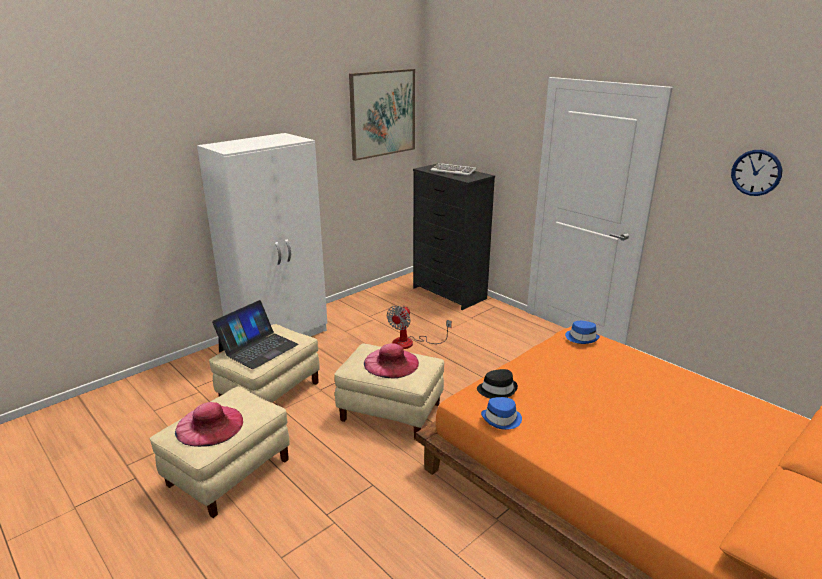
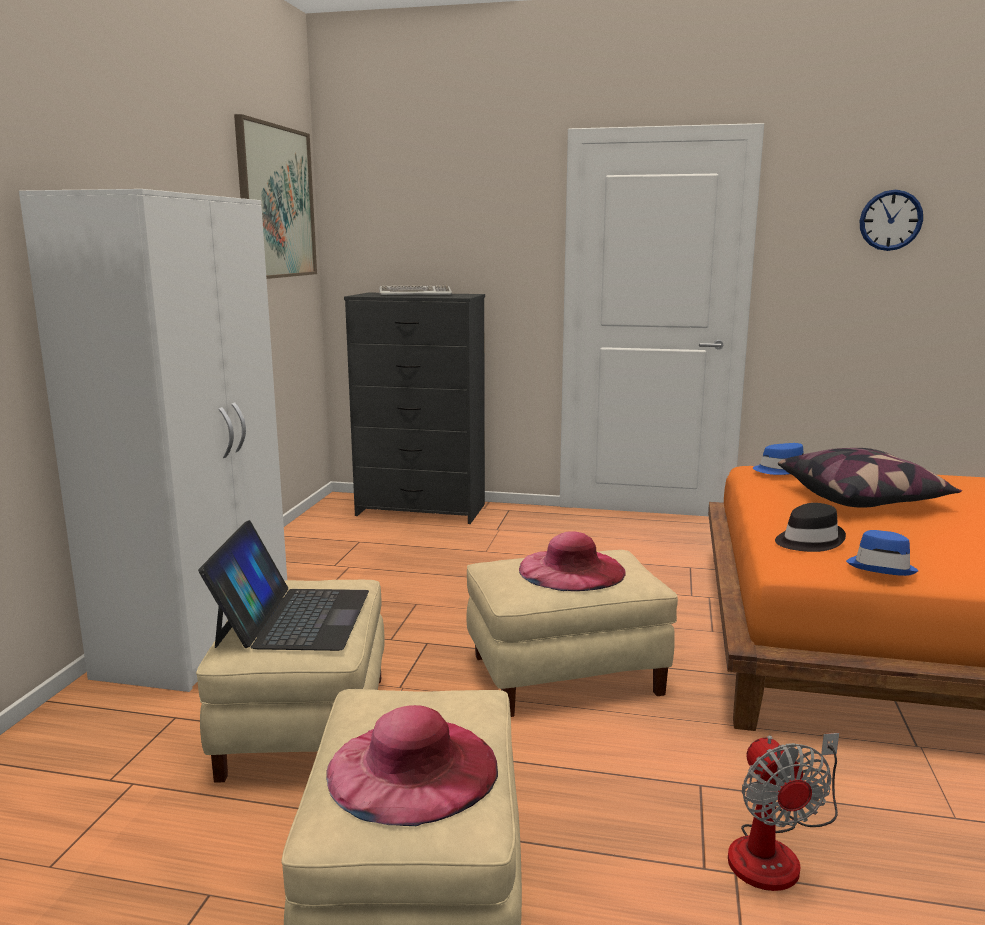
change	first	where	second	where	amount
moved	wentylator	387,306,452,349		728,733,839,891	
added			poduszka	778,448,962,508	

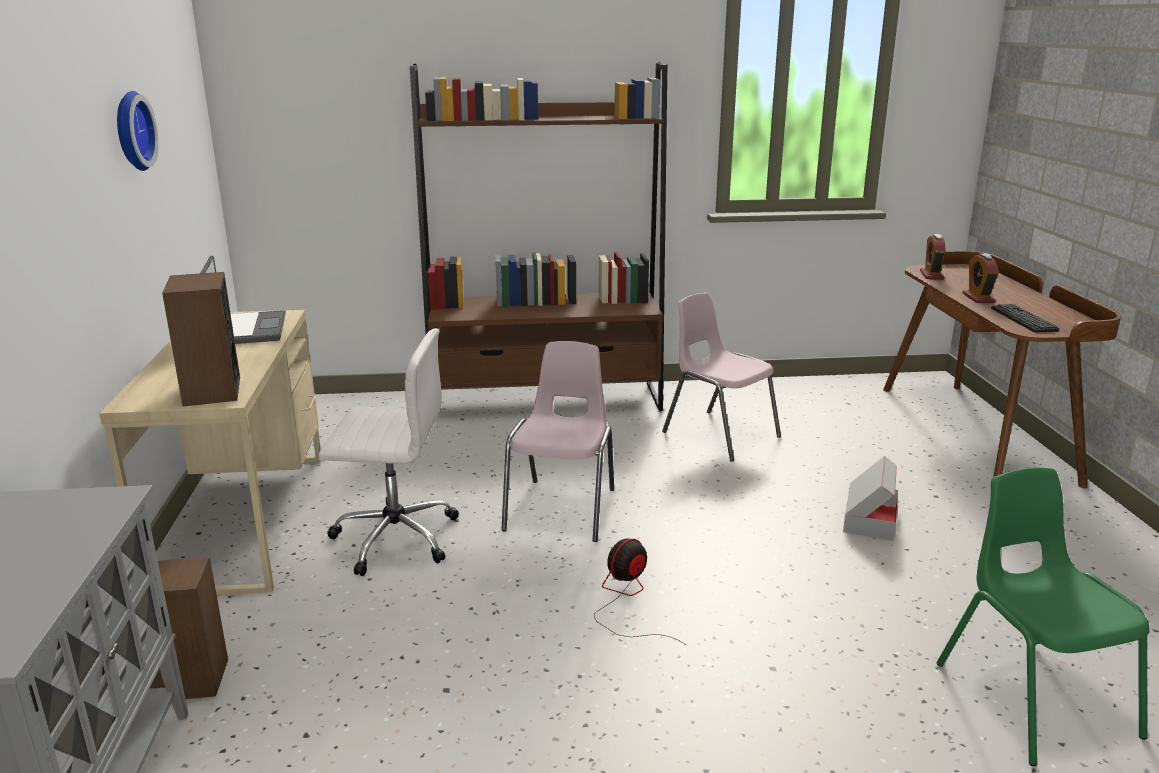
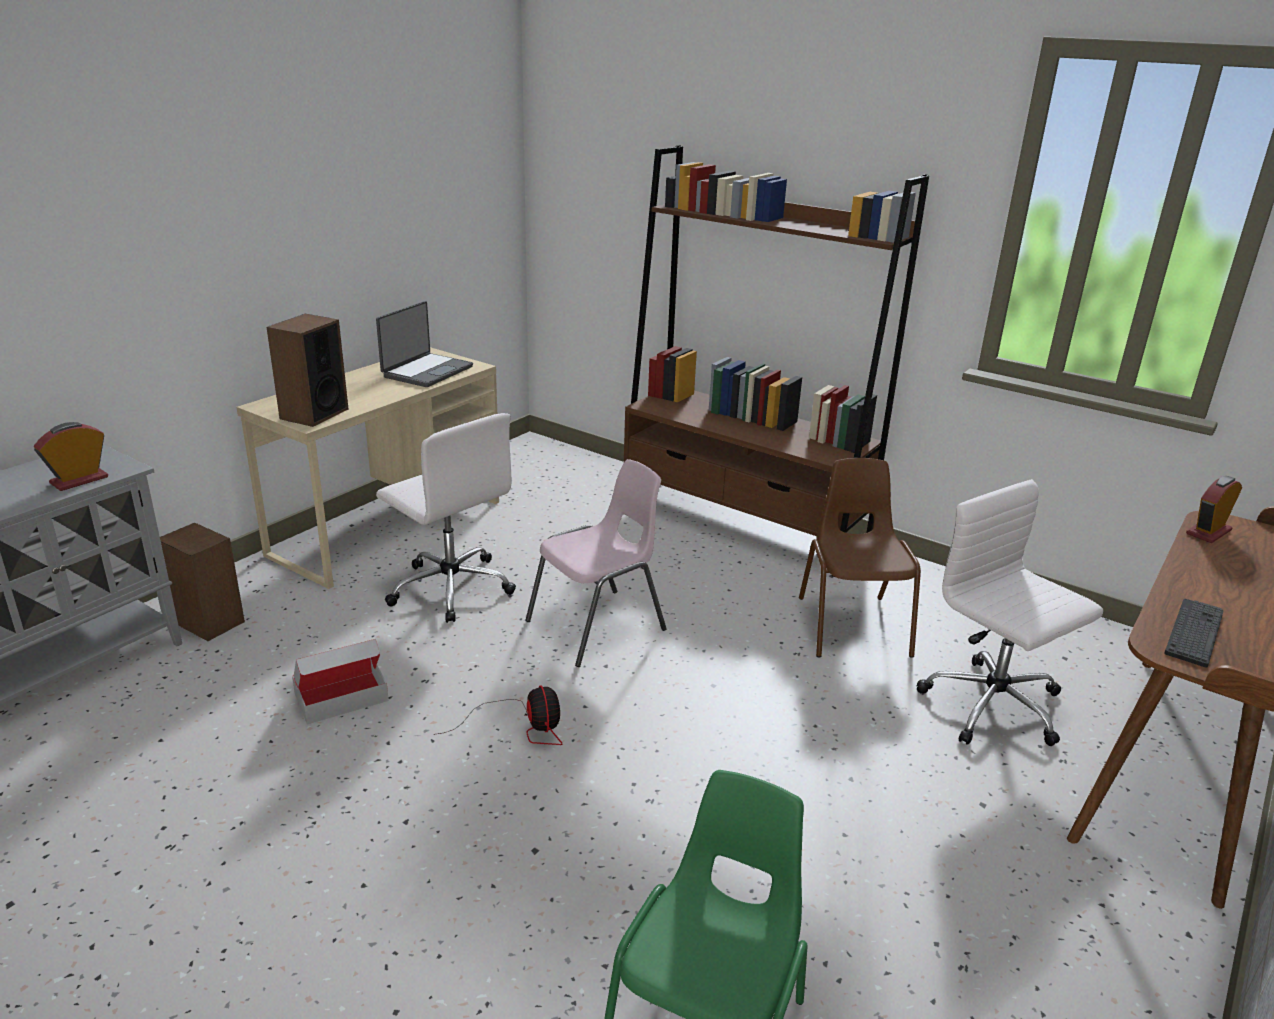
change	first	where	second	where	amount
removed	zegar ścienny	117,91,159,171			
turned	wentylator	594,539,687,646		433,685,562,745	75 degrees clockwise
recoloured	krzesło [różowy]	662,293,781,462	krzesło [brązowy]	799,458,921,658	
moved	karton	843,456,898,541		292,639,389,724	
moved	budzik	962,253,999,303		34,422,108,491	
added			krzesło biurowe [biały]	917,479,1103,746	

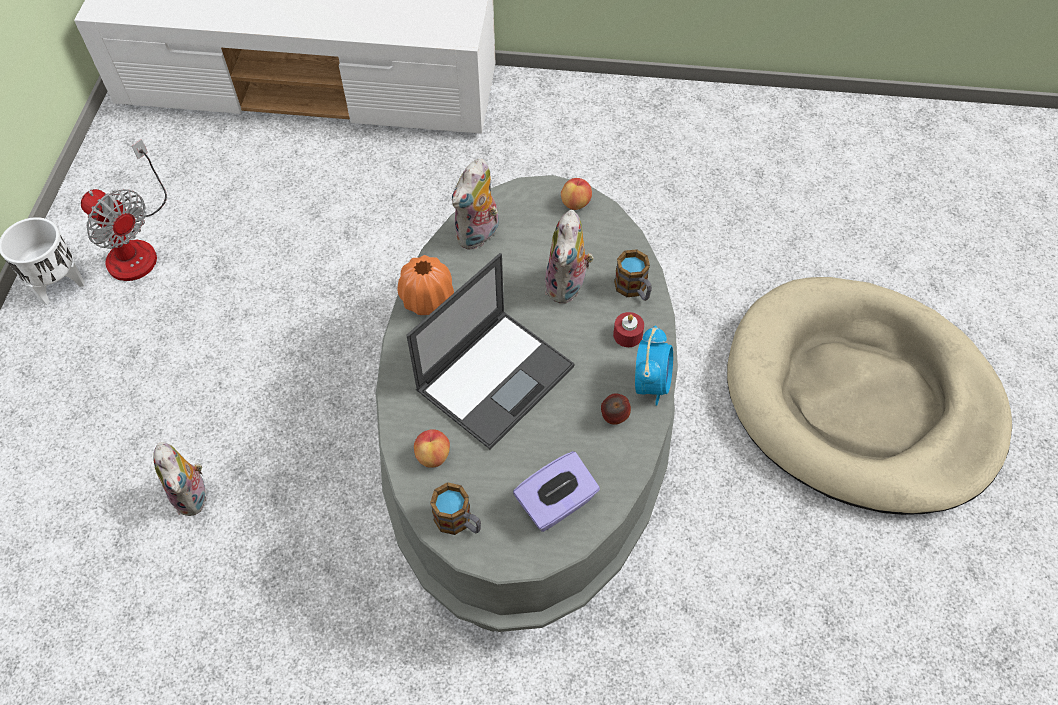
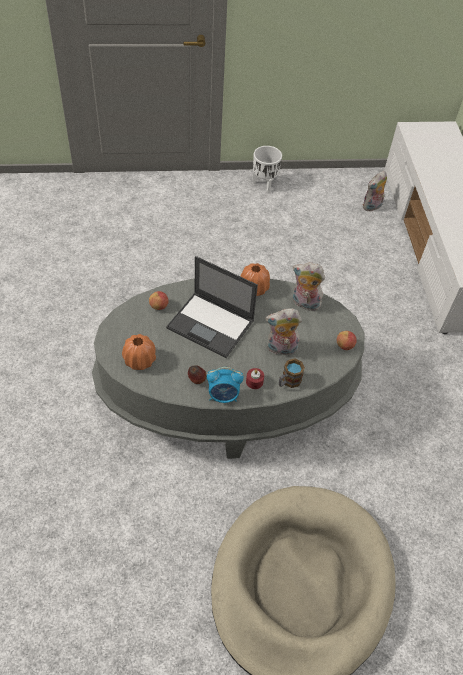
change	first	where	second	where	amount
removed	wentylator	81,139,167,281			
moved	pluszak	153,442,207,516		362,171,387,211	
removed	kubek	430,482,481,535			
replaced	pudełko chusteczek [fioletowy]	513,451,600,532	wazon [pomarańczowy]	122,334,156,370	

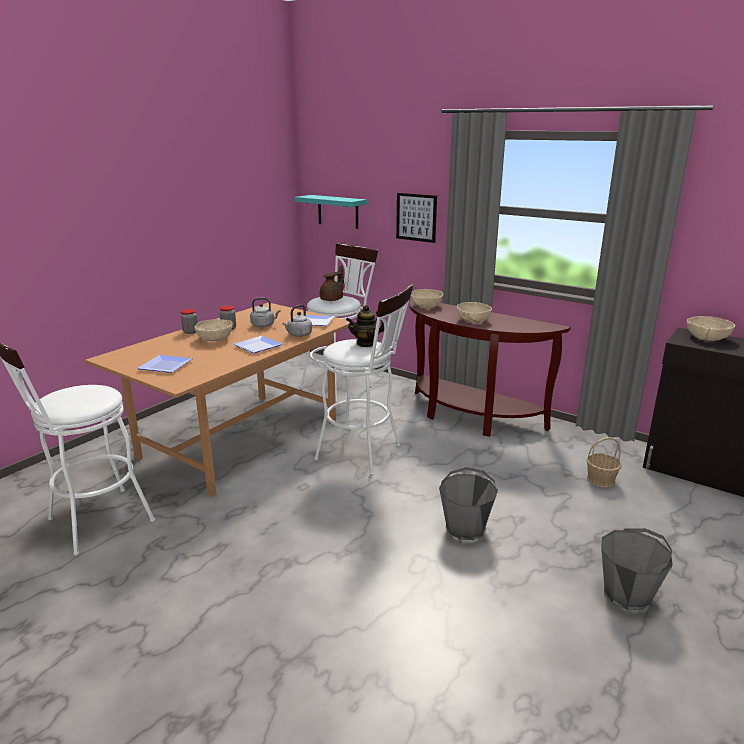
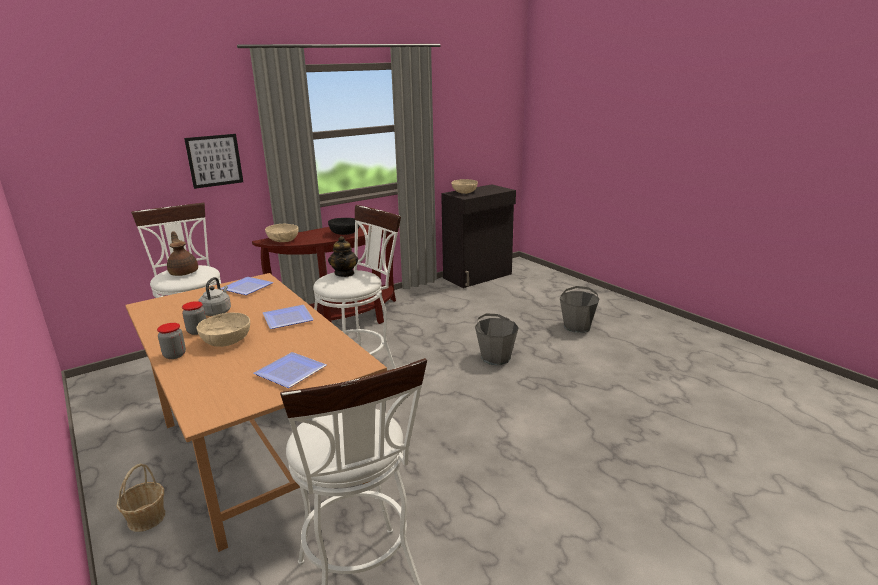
change	first	where	second	where	amount
removed	czajnik [szary]	282,305,312,337			
removed	półka [turkusowy]	294,195,367,229			
recoloured	miska [beżowy]	457,302,492,323	miska [czarny]	328,218,360,235	
moved	koszyk	586,437,622,487		117,463,165,532	

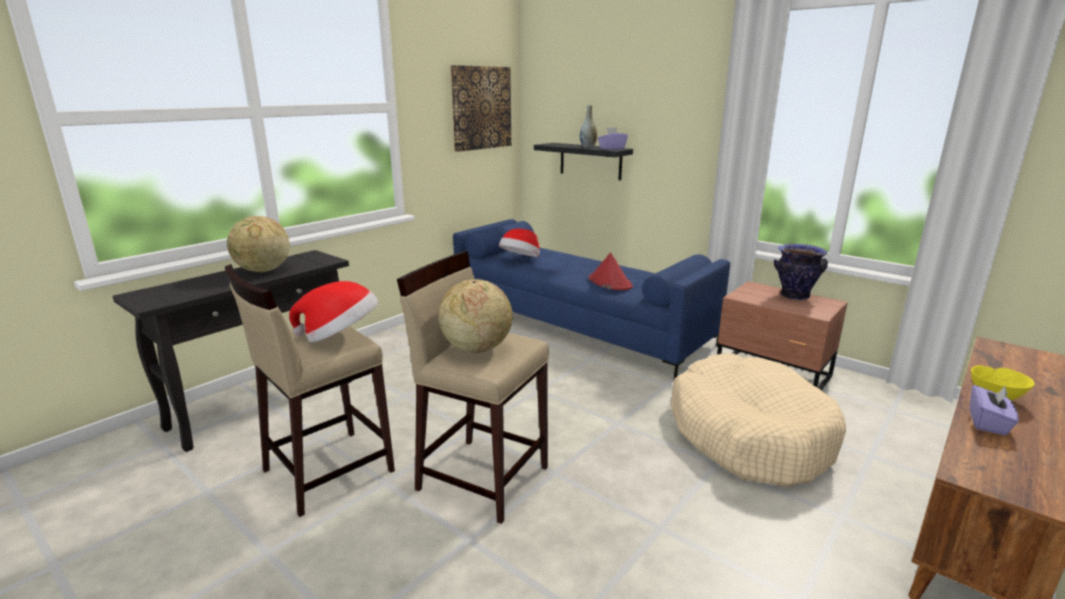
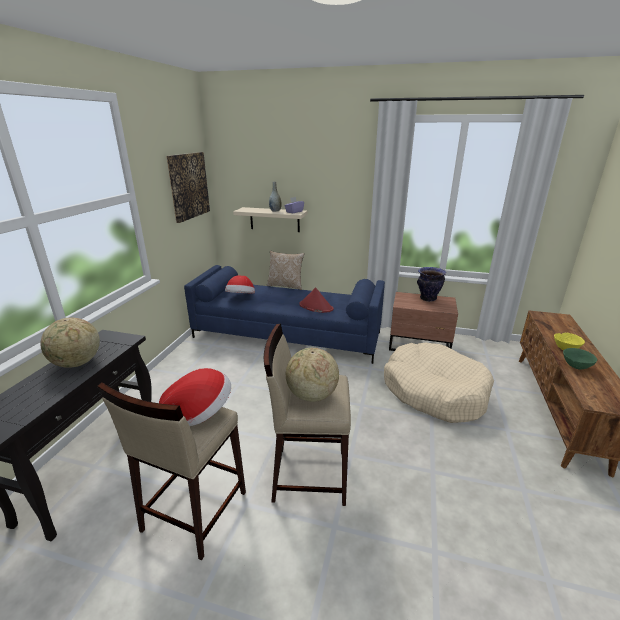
change	first	where	second	where	amount
recoloured	półka [czarny]	534,143,633,180	półka [beżowy]	233,207,307,232	
replaced	pudełko chusteczek [fioletowy]	970,385,1019,435	miska [zielony]	563,348,597,370	
added			poduszka	267,251,305,290	

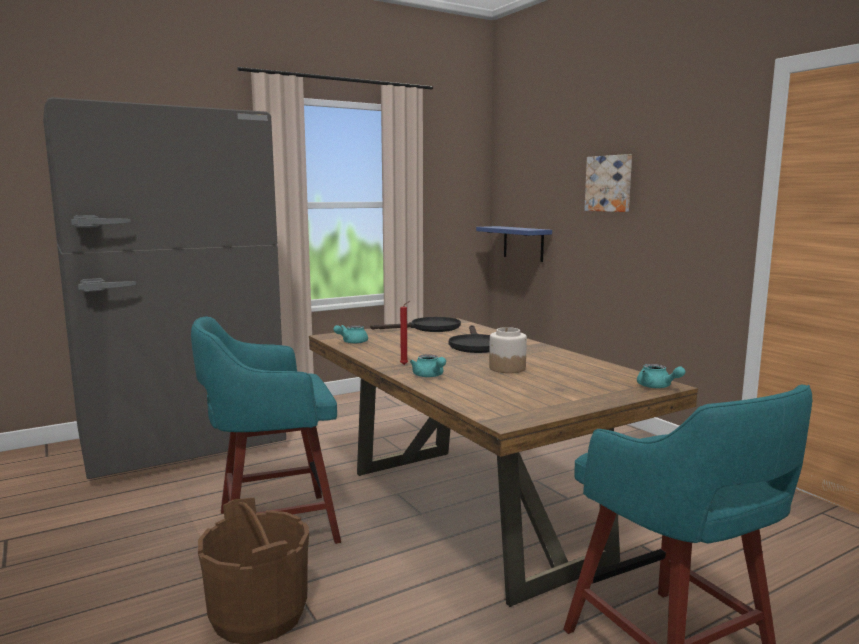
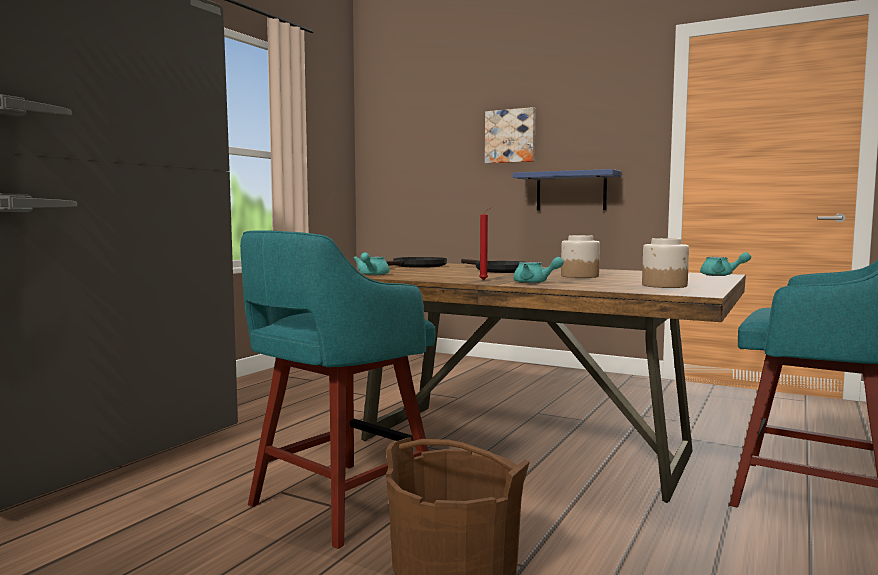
change	first	where	second	where	amount
moved	półka [niebieski]	476,226,552,262		513,169,622,210	
added			słoik	642,238,689,288	

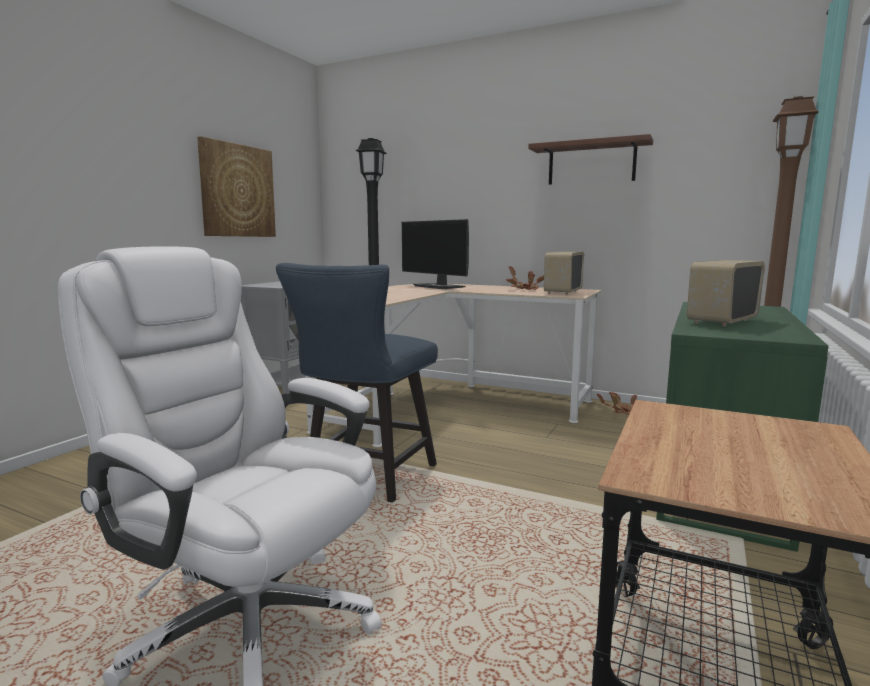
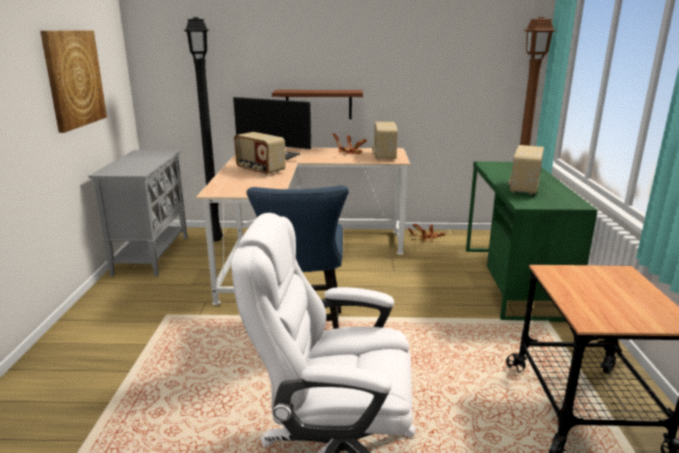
change	first	where	second	where	amount
moved	półka [brązowy]	528,134,653,185		272,90,363,119	
added			radio	234,132,286,175	

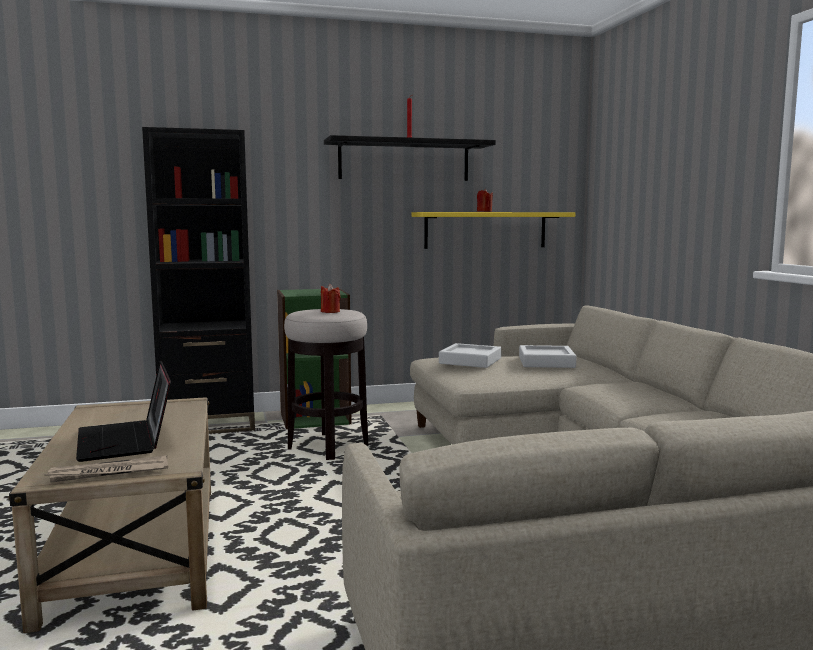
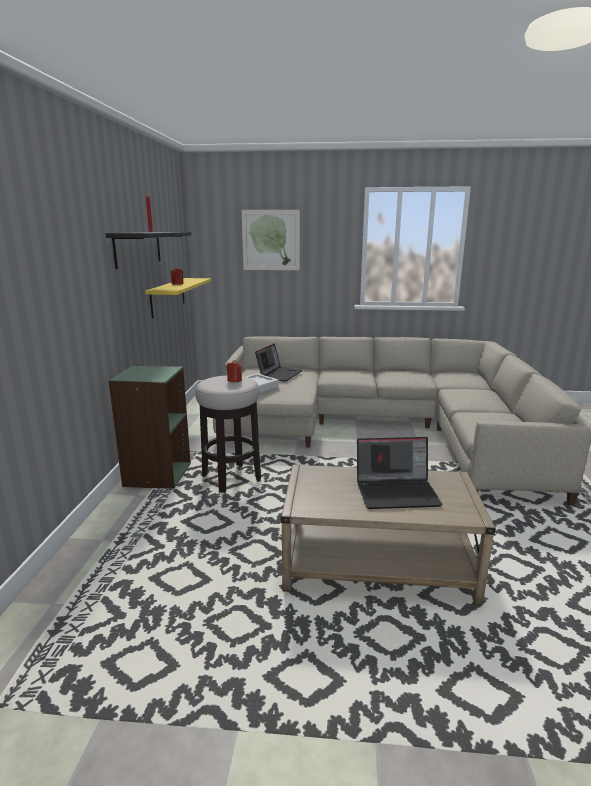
change	first	where	second	where	amount
removed	gazeta	46,455,168,483			
removed	regał [czarny]	142,127,255,434			
replaced	taca [szary]	519,345,576,368	laptop	255,343,303,382	
added			obraz	242,210,300,270	

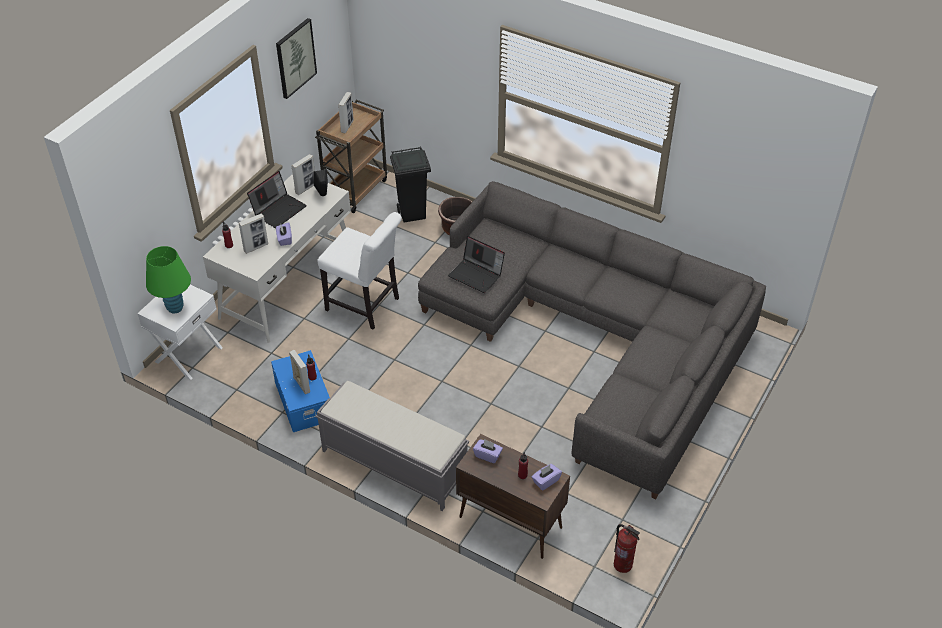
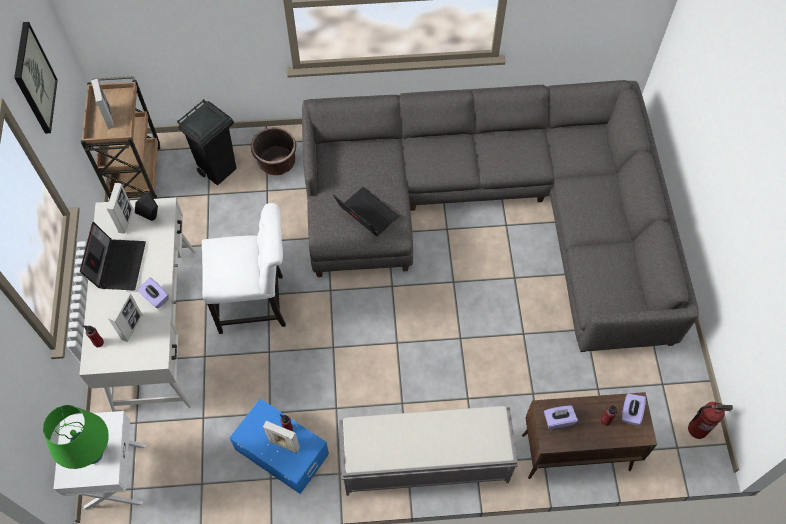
change	first	where	second	where	amount
turned	laptop	448,236,505,293		333,187,399,236	135 degrees counterclockwise

